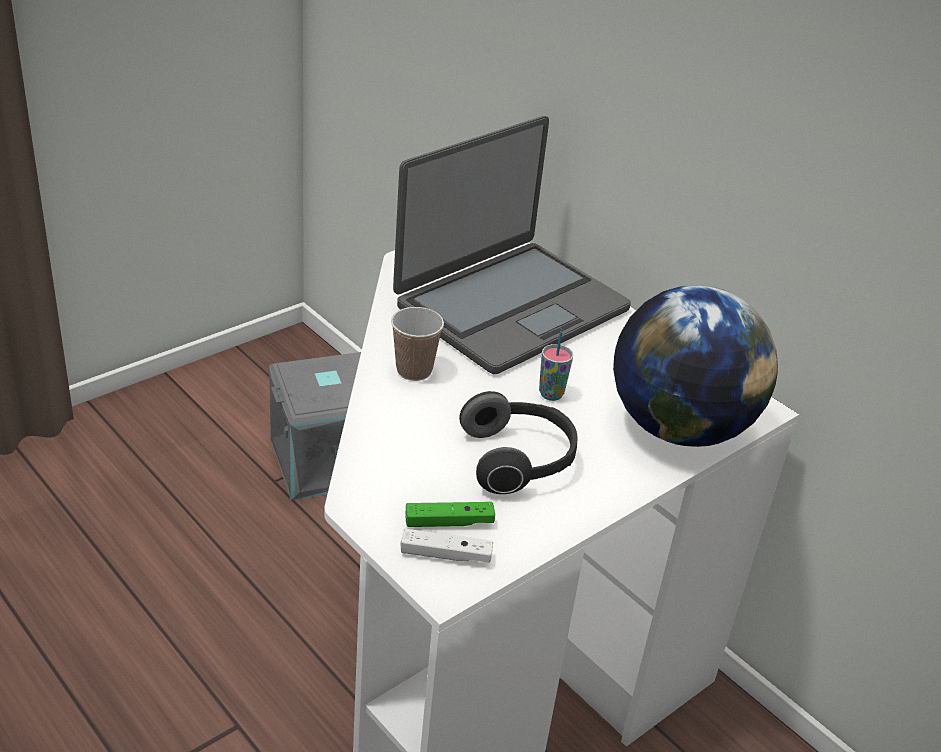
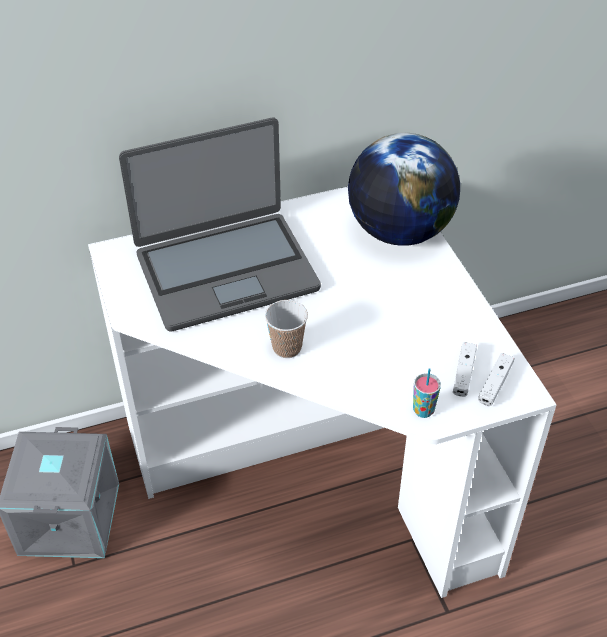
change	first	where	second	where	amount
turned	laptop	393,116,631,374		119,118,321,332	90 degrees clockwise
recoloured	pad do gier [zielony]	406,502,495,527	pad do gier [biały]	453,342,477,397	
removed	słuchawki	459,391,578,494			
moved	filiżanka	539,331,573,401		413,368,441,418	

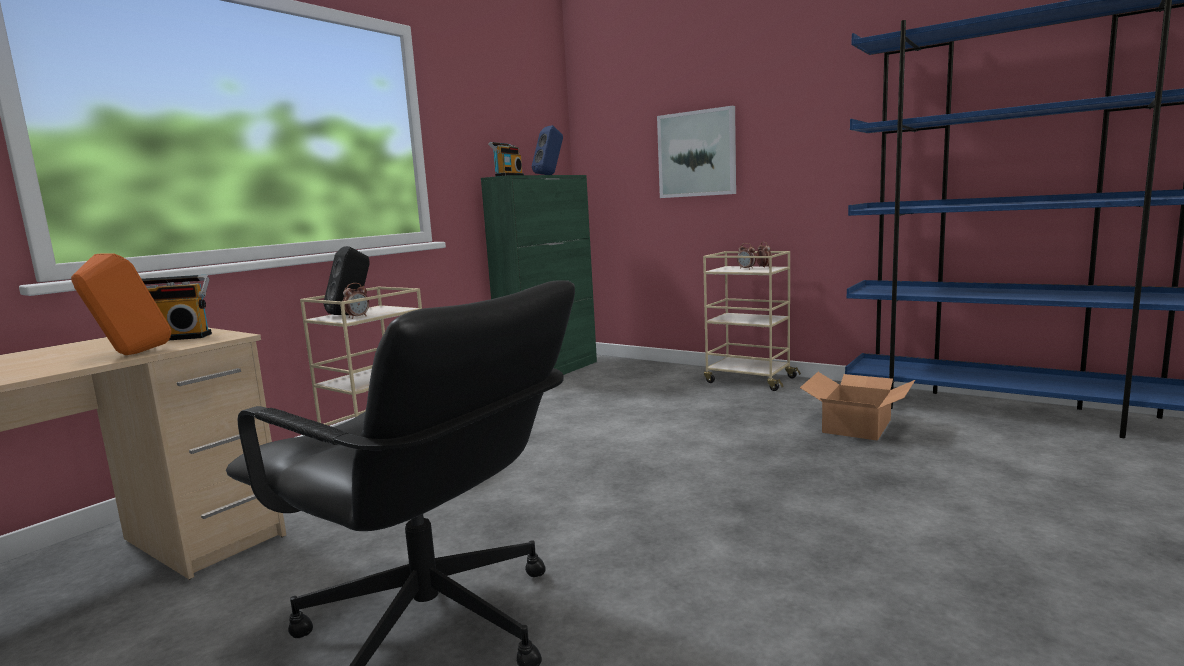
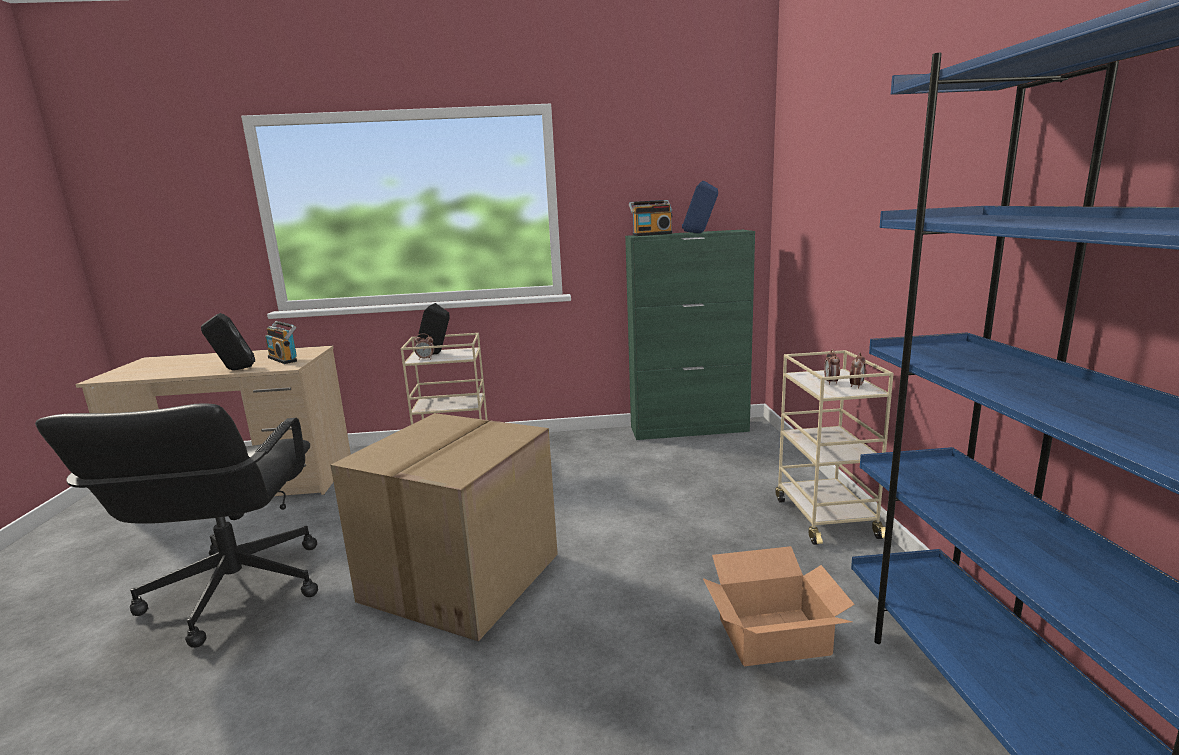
change	first	where	second	where	amount
recoloured	głośnik [pomarańczowy]	71,253,171,355	głośnik [czarny]	201,313,255,370	
removed	obraz	657,106,736,198			
added			karton	331,413,558,642	

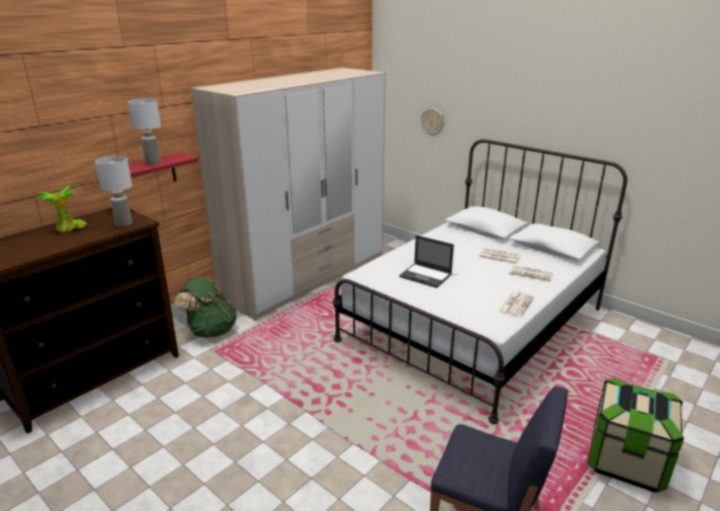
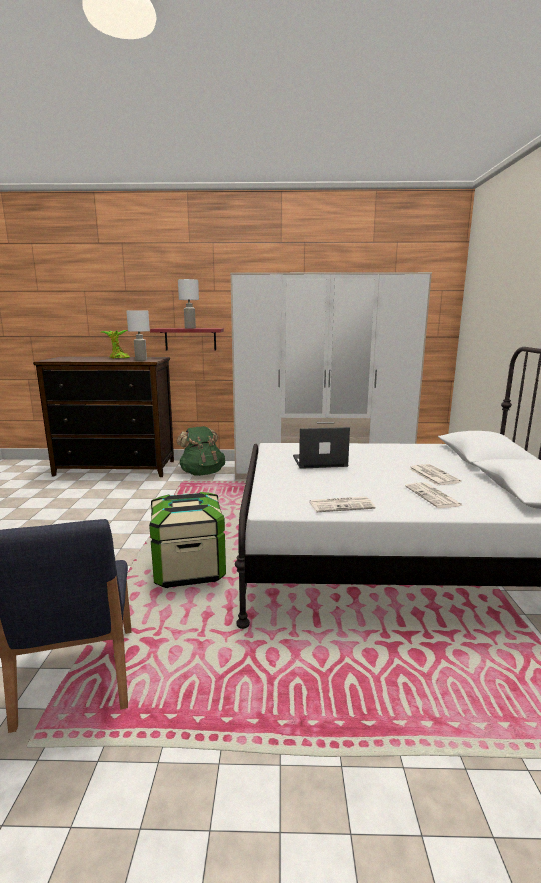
change	first	where	second	where	amount
turned	laptop	399,235,454,288		293,427,350,469	90 degrees clockwise
removed	zegar ścienny	421,108,444,136			
moved	pojemnik do przechowywania	587,378,684,493		149,492,226,588	

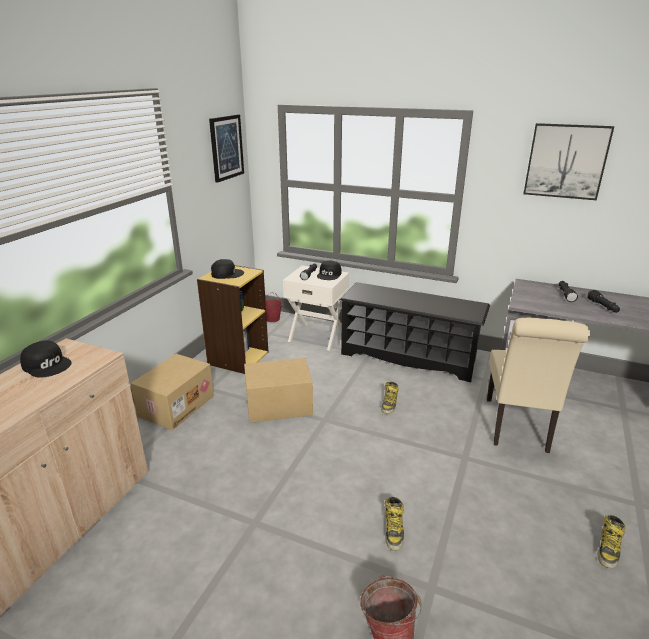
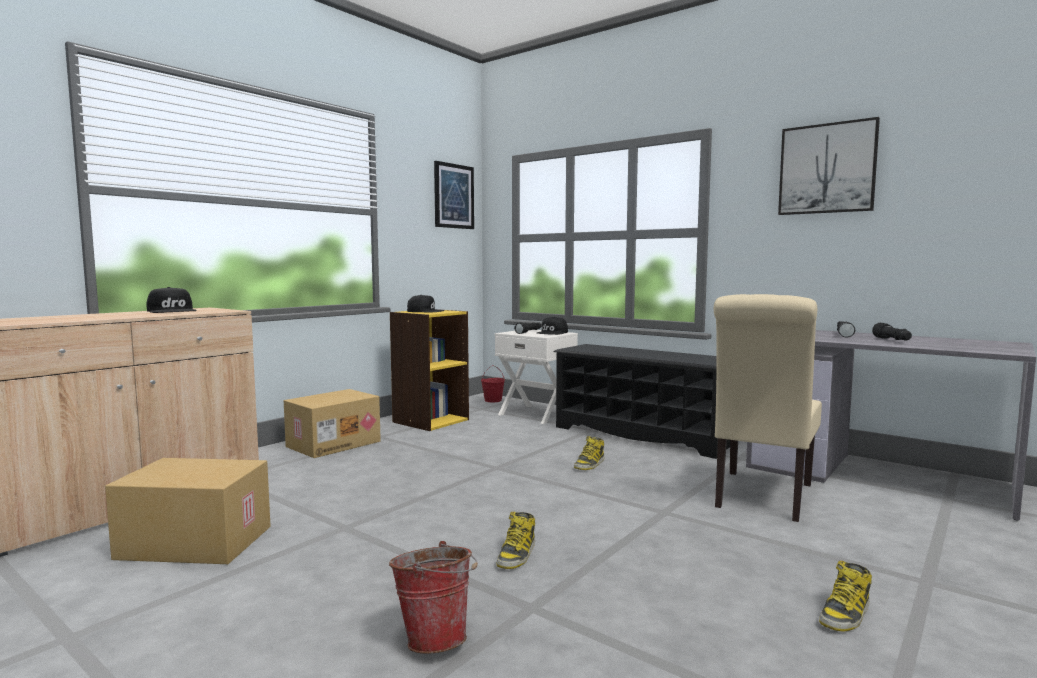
change	first	where	second	where	amount
moved	karton	244,358,313,423		105,458,271,564	

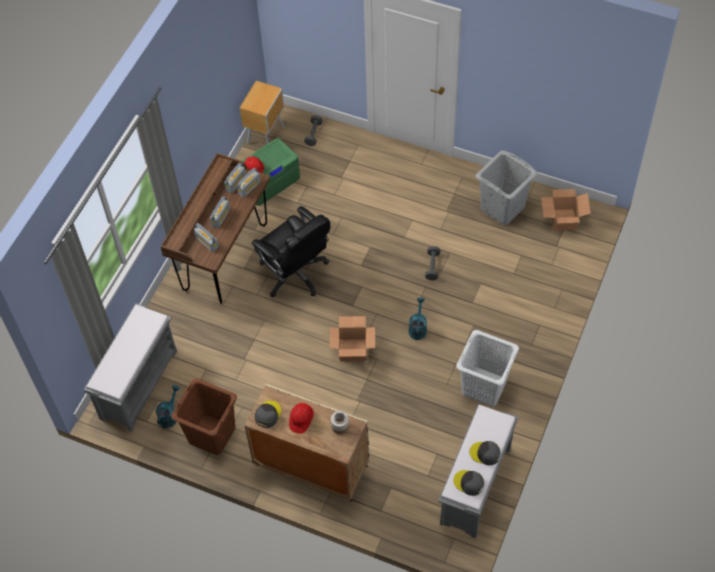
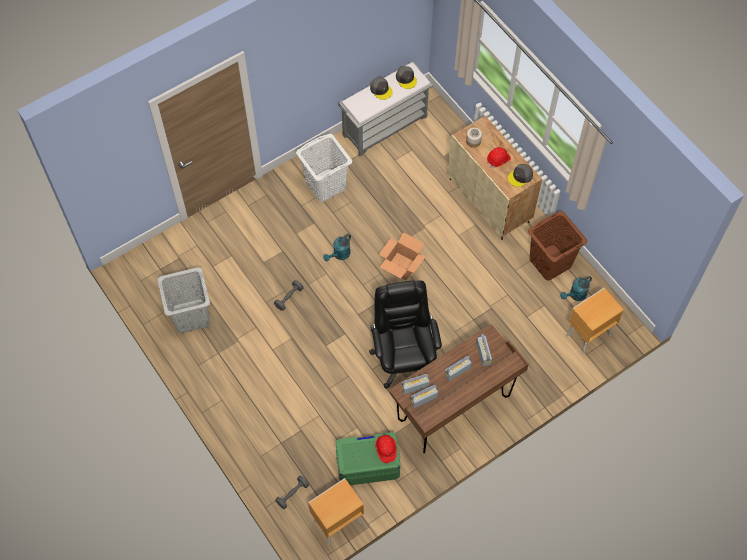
change	first	where	second	where	amount
replaced	ławka [szary]	84,303,177,432	szafka nocna [brązowy]	567,288,624,354	
removed	karton	541,189,591,231			

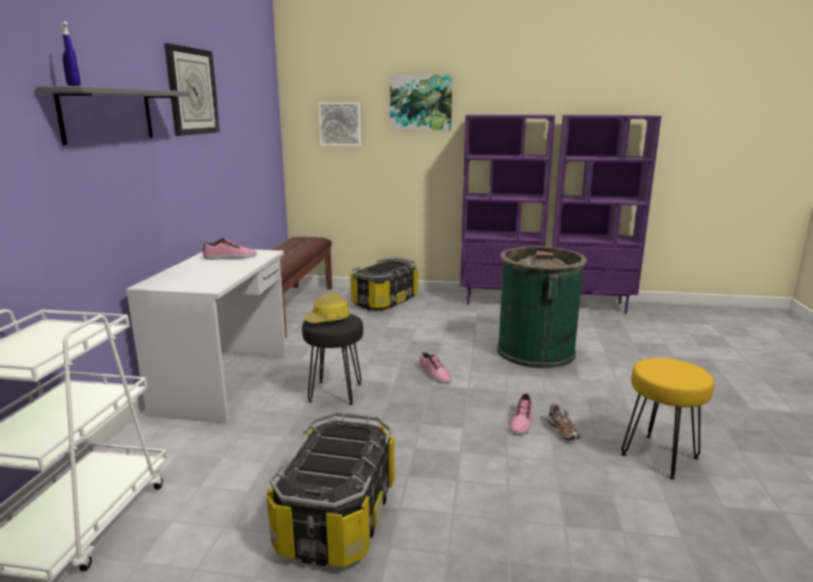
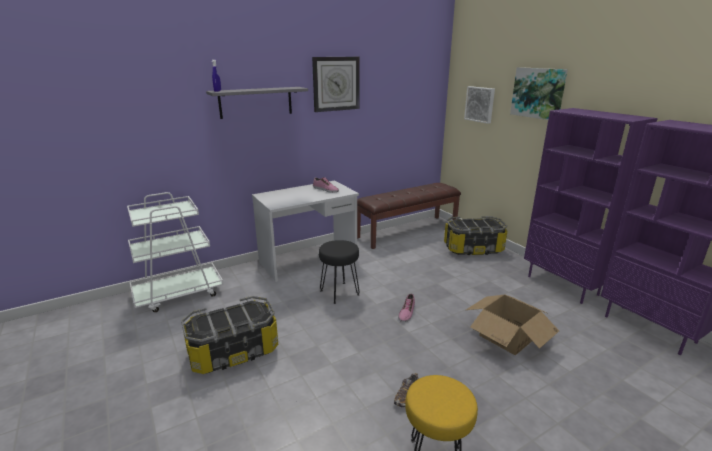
change	first	where	second	where	amount
removed	kask	302,293,351,323			
replaced	kosz na śmieci [zielony]	497,246,587,368	karton	466,295,559,355	
removed	but	510,393,532,435			

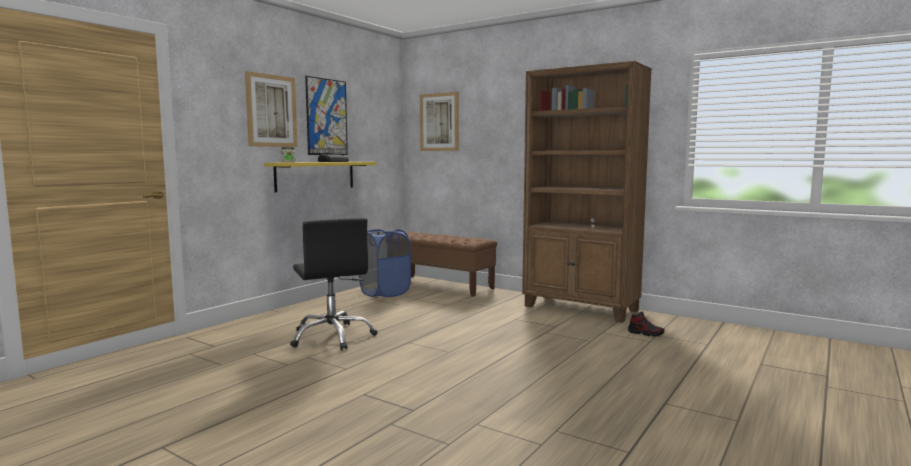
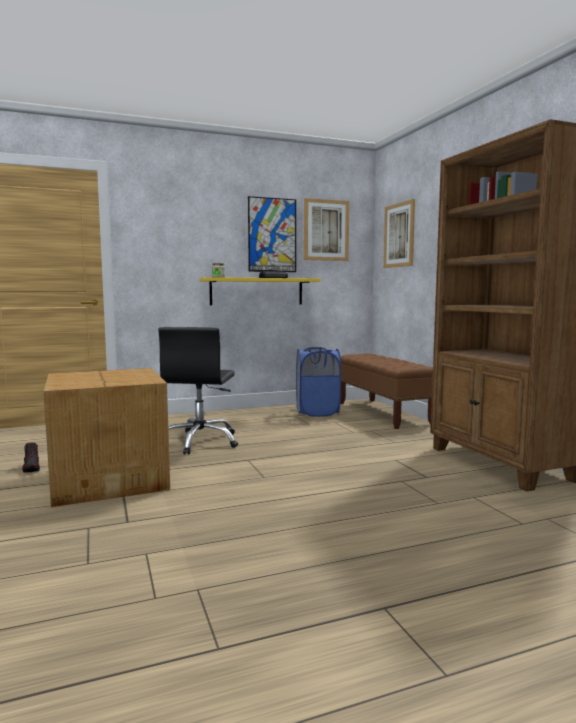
change	first	where	second	where	amount
moved	obraz	245,71,298,147		304,198,349,261	
moved	but	628,312,664,337		22,442,40,473	
added			karton	44,368,170,507	

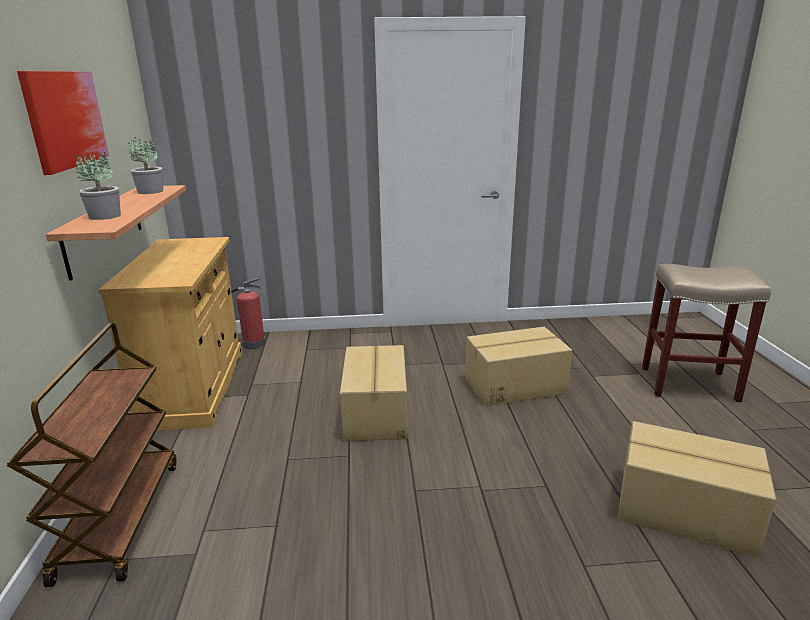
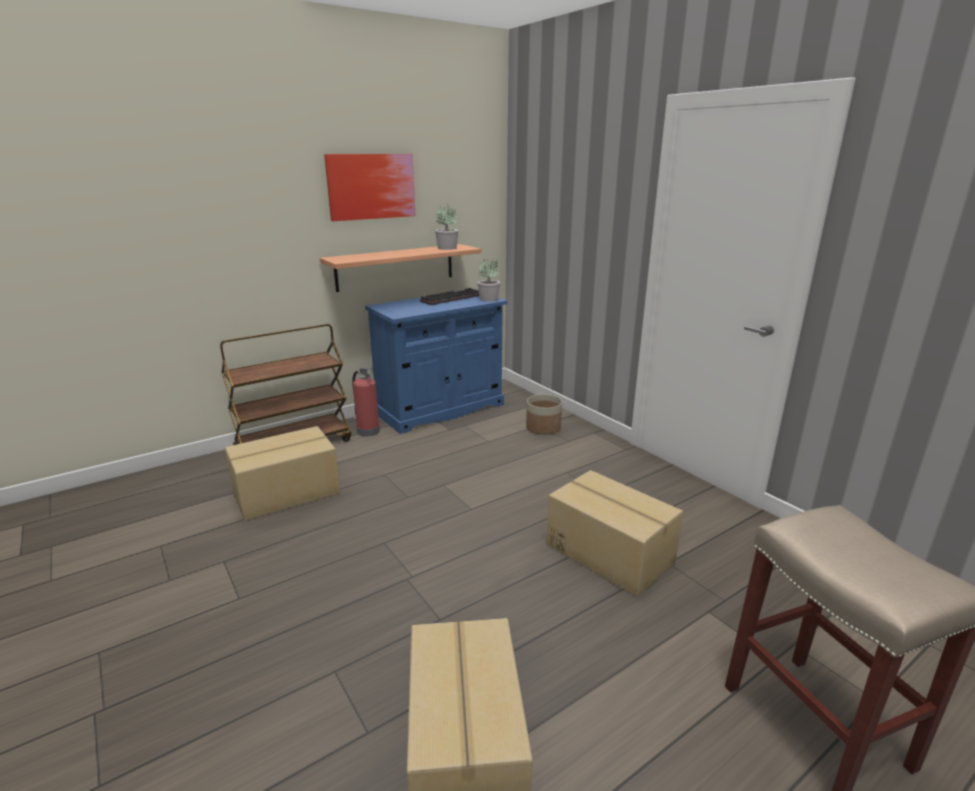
change	first	where	second	where	amount
moved	roślina doniczkowa	75,151,121,220		478,258,500,302	
recoloured	szafka [beżowy]	98,237,242,430	szafka [niebieski]	365,296,507,434	
moved	gaśnica	231,278,265,349		352,368,380,437	
moved	karton	340,345,408,441		225,426,340,521	
added			klawiatura	420,288,479,305	
added			donica	526,394,562,435	

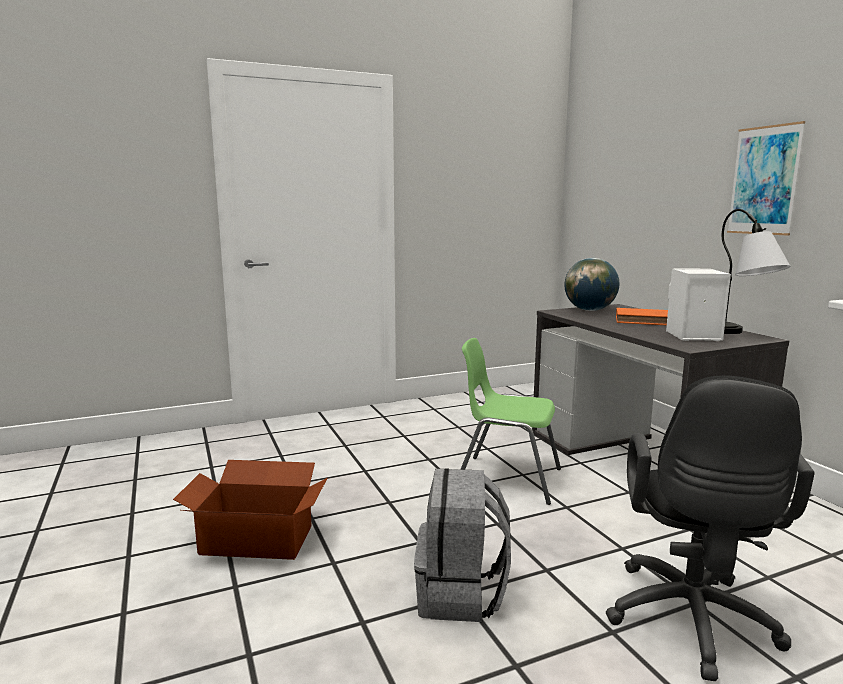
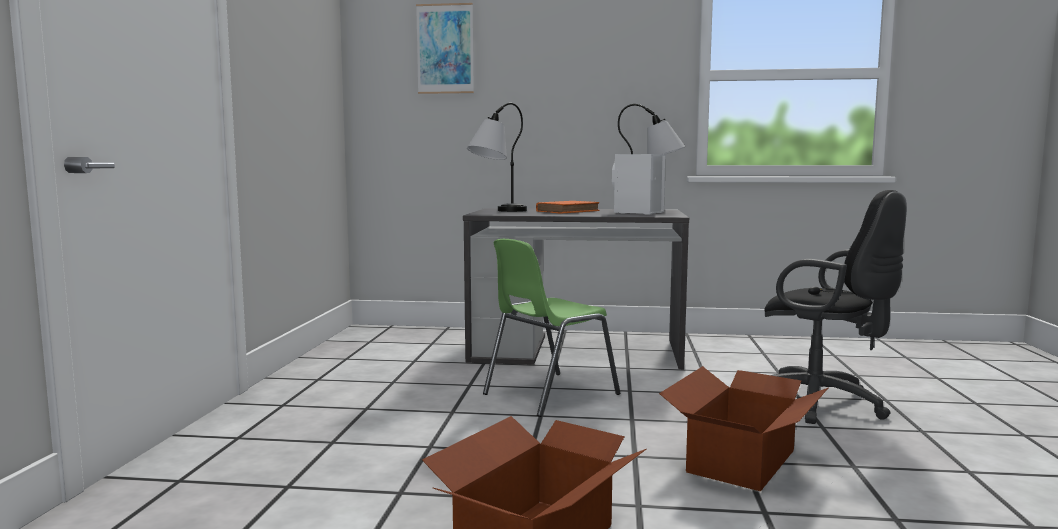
change	first	where	second	where	amount
replaced	plecak [szary]	414,468,511,622	karton	659,366,828,491	
replaced	globus	564,258,619,311	lampa stołowa	467,103,527,212	
moved	obraz	727,121,805,236		416,3,474,94	

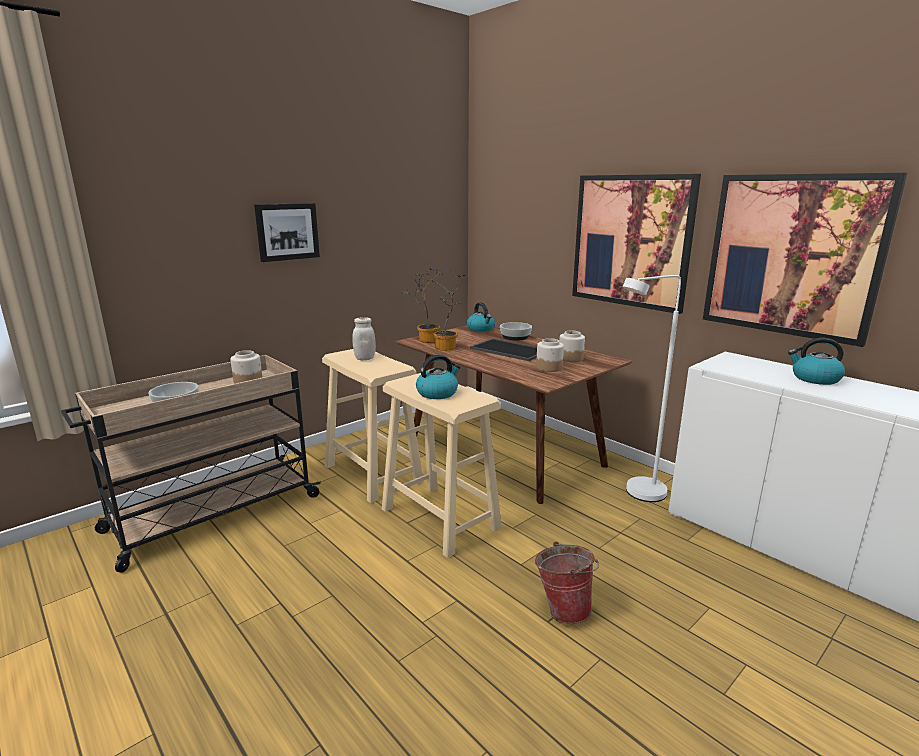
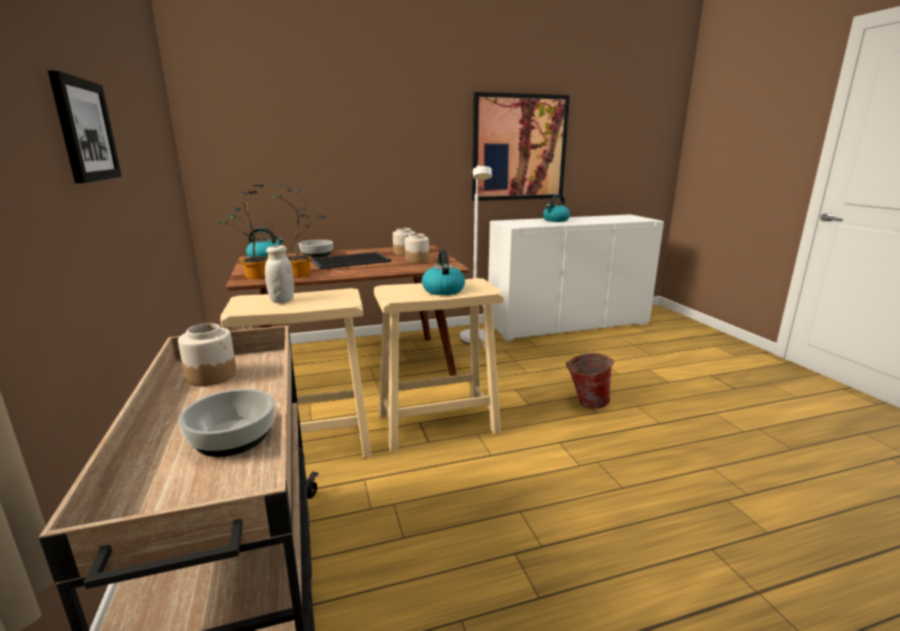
change	first	where	second	where	amount
removed	obraz	572,174,701,314			

